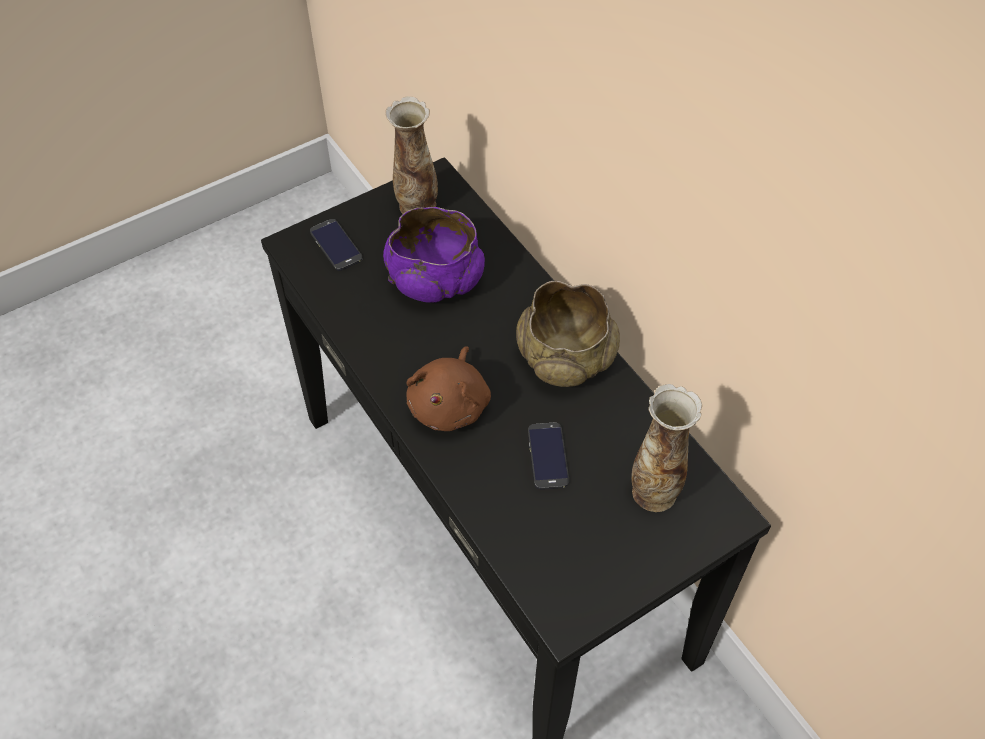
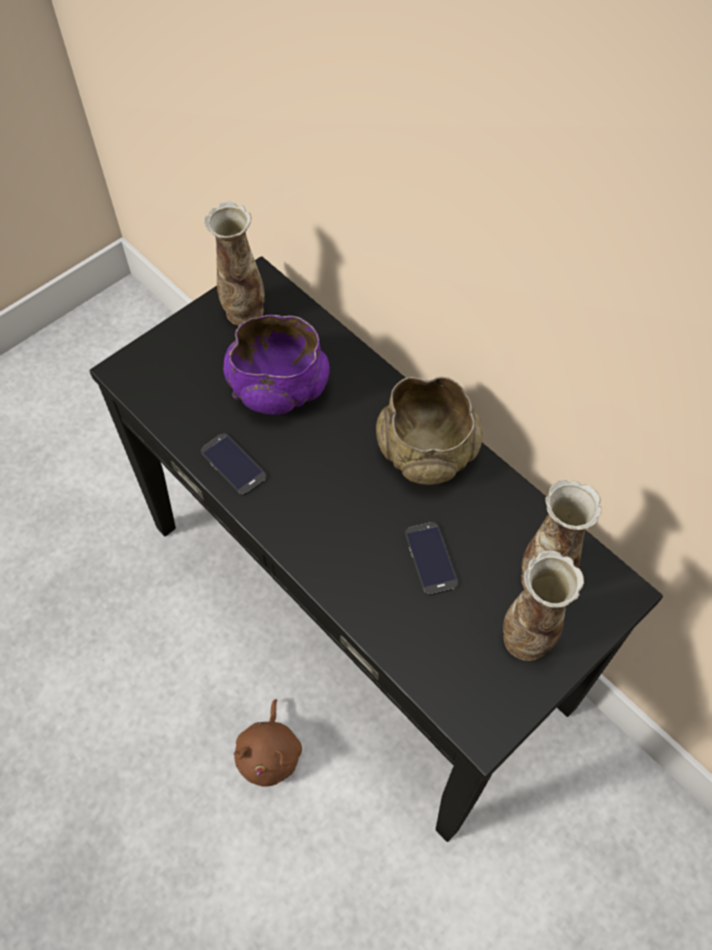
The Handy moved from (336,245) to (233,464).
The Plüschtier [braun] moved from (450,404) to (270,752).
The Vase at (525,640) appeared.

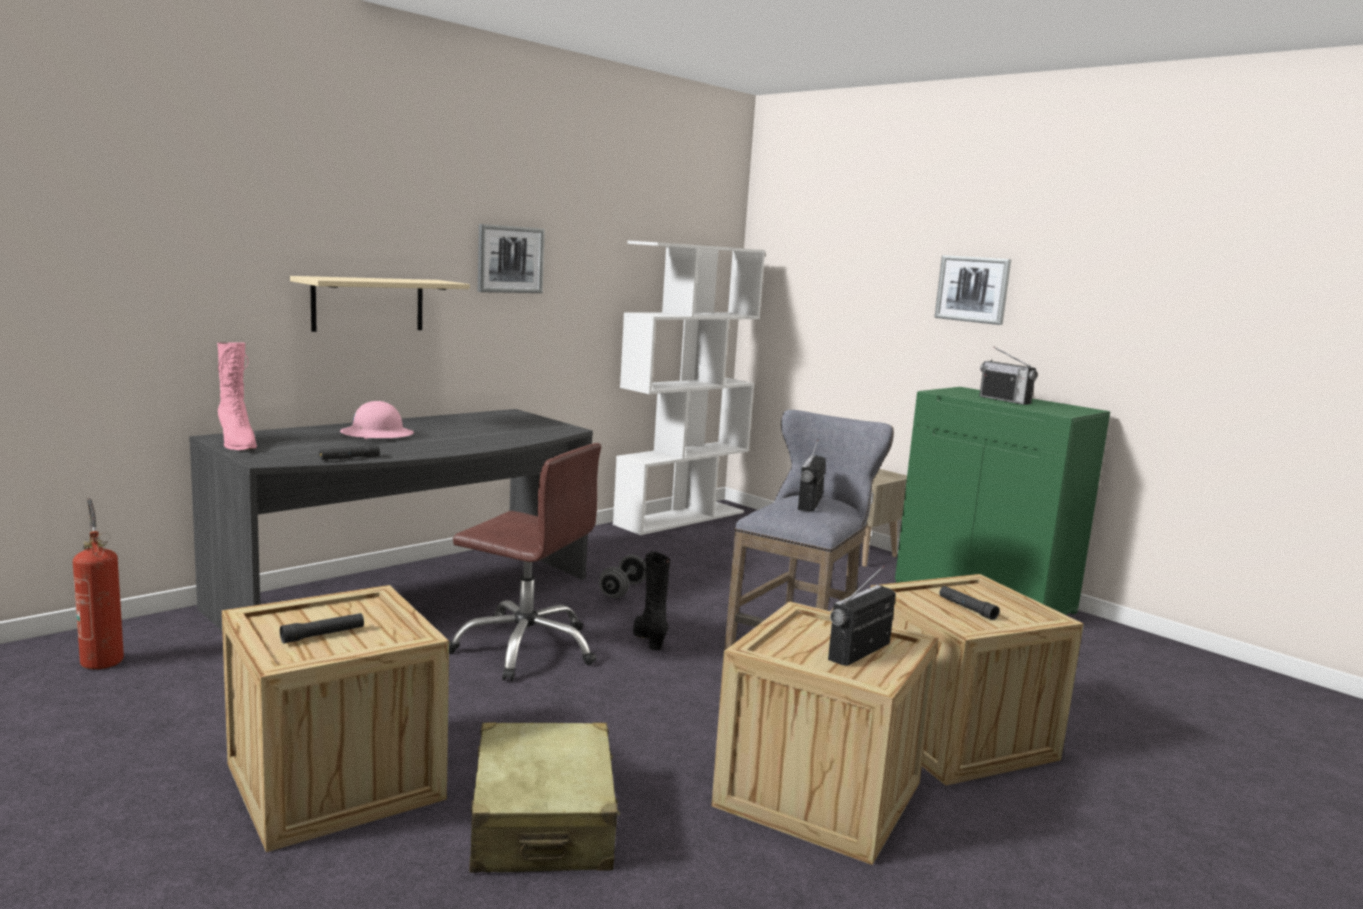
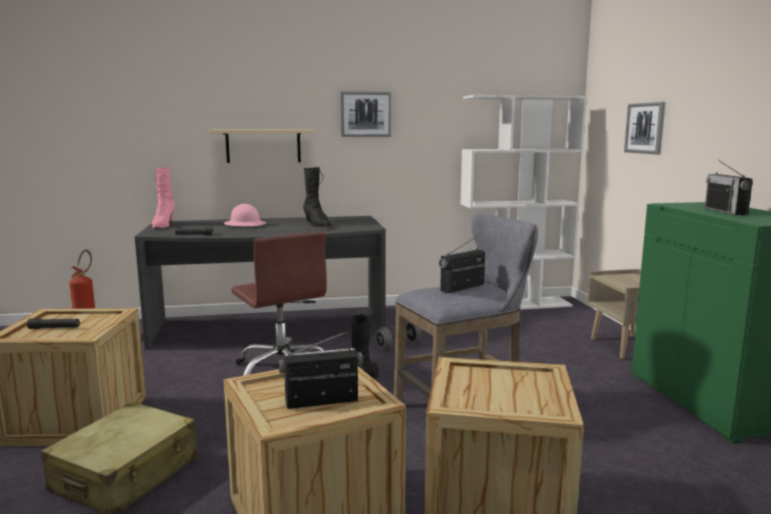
The Bild moved from (973,289) to (645,128).
The Taschenlampe [schwarz] at (967,608) disappeared.
The Stiefel [schwarz] at (317,225) appeared.

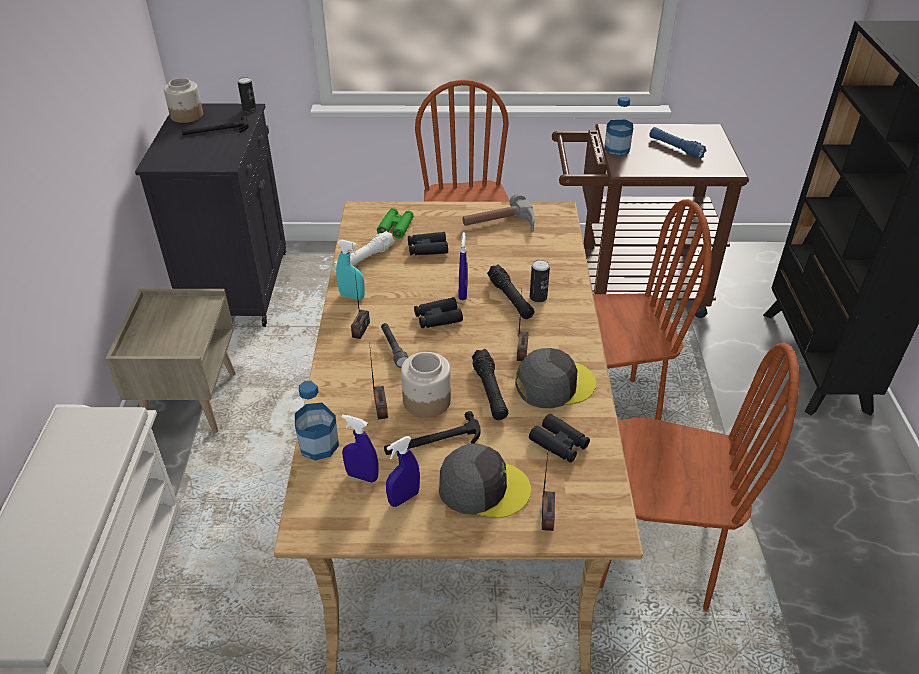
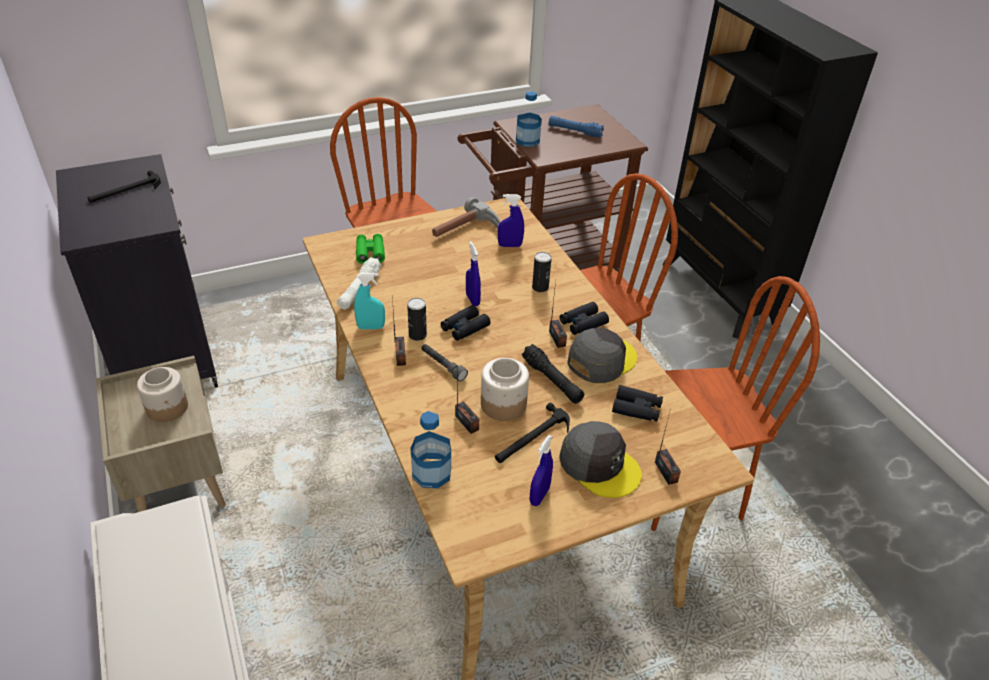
The Vorratsglas moved from (187,116) to (167,408).
The Dose moved from (249,109) to (417,335).
The Sprühflasche [blau] moved from (362,476) to (510,245).
The Fernglas [schwarz] moved from (427,248) to (583,323).
The Kappe [grau] at (483,487) turned 60 degrees clockwise.
The Taschenlampe [schwarz] at (510,298) disappeared.

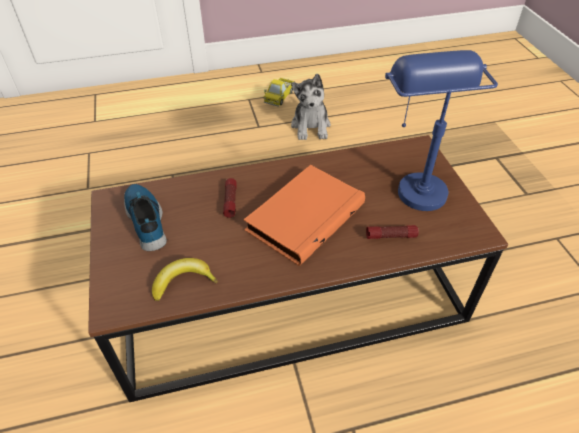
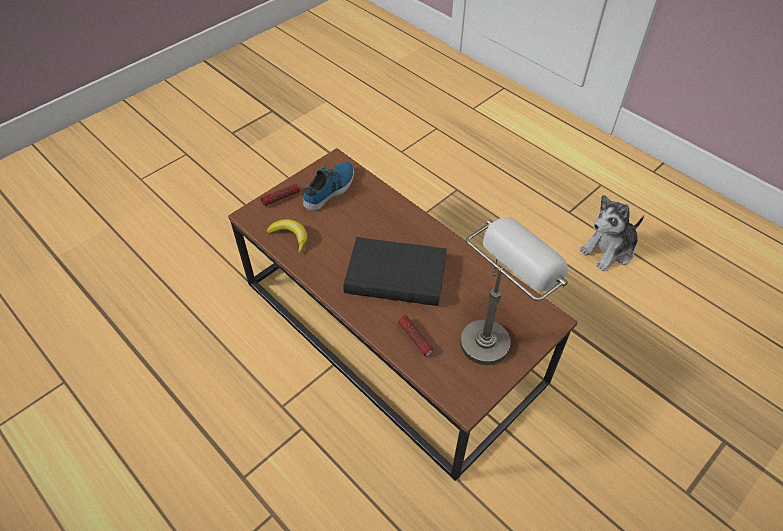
The Taschenlampe moved from (230,201) to (281,198).
The Buch [orange] at (303,216) became the Buch [schwarz] at (397,273).
The Spielzeuglaster at (279,97) disappeared.
The Tischlampe [blau] at (414,182) became the Tischlampe [grau] at (495,333).

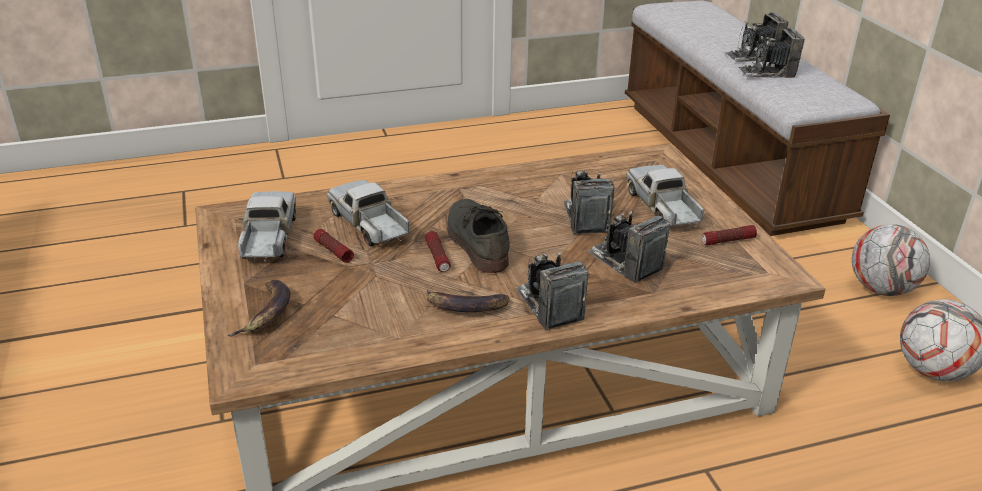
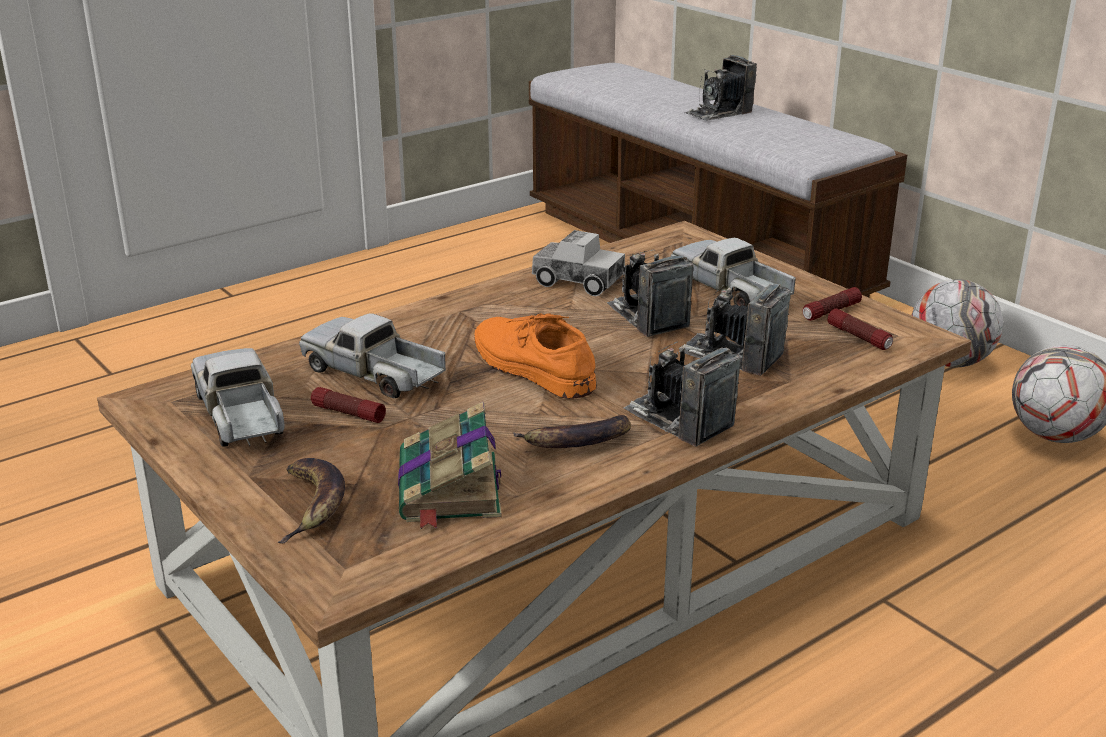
The Taschenlampe moved from (438,257) to (859,337).
The Schuh [grau] at (476,240) became the Schuh [orange] at (530,366).
The Kamera at (767,72) disappeared.
The Buch at (449,489) appeared.
The Spielzeuglaster at (578,282) appeared.

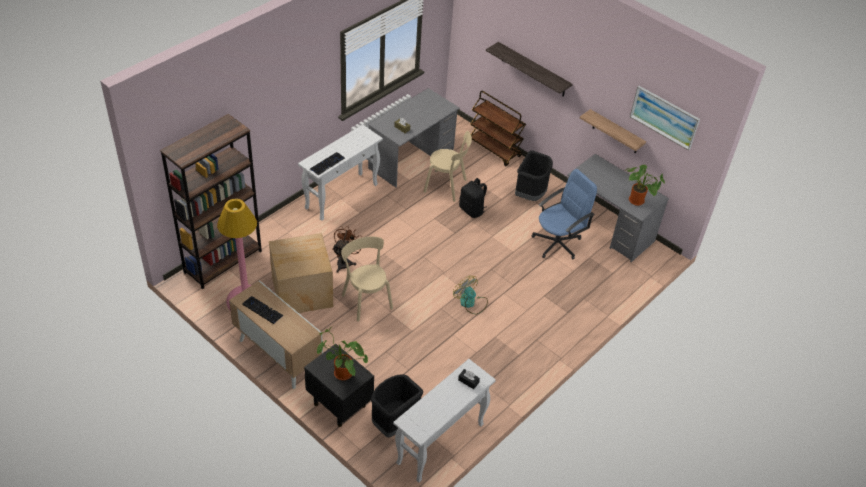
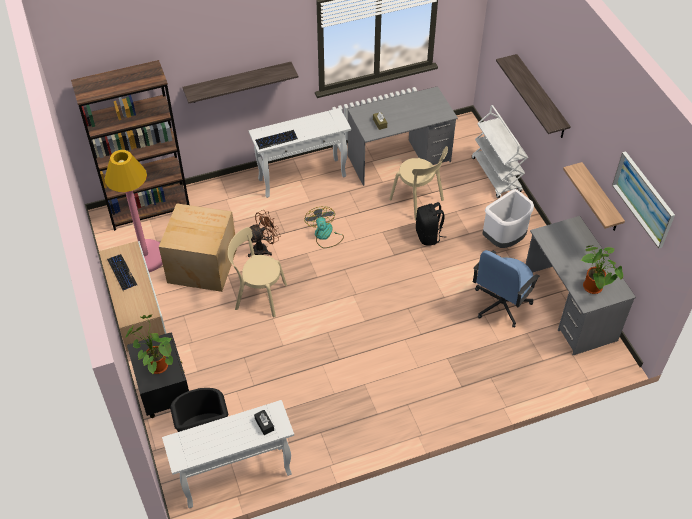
The Stuhl [beige] at (366,300) turned 75 degrees counterclockwise.
The Ventilator moved from (470,303) to (325,235).
The Rollwagen [braun] at (494,149) became the Rollwagen [weiß] at (496,175).
The Mülleimer [schwarz] at (530,195) became the Mülleimer [weiß] at (504,239).
The Bürostuhl [blau] at (557,243) turned 135 degrees clockwise.
The Wandregal at (238,82) appeared.

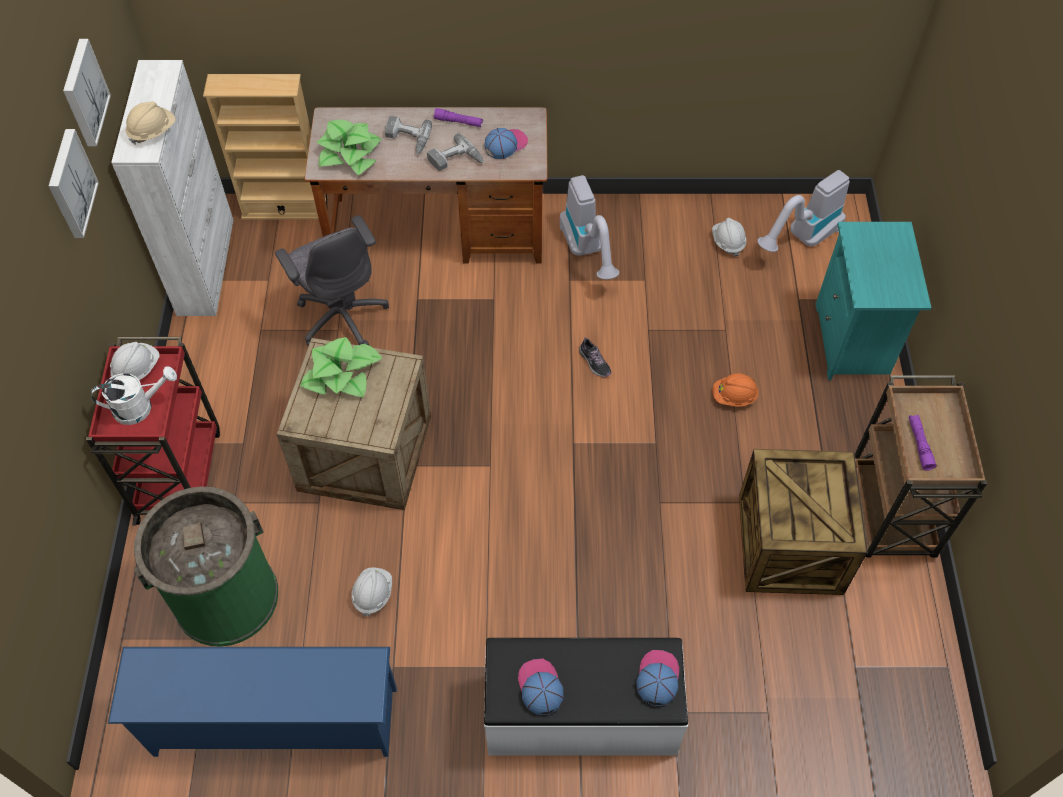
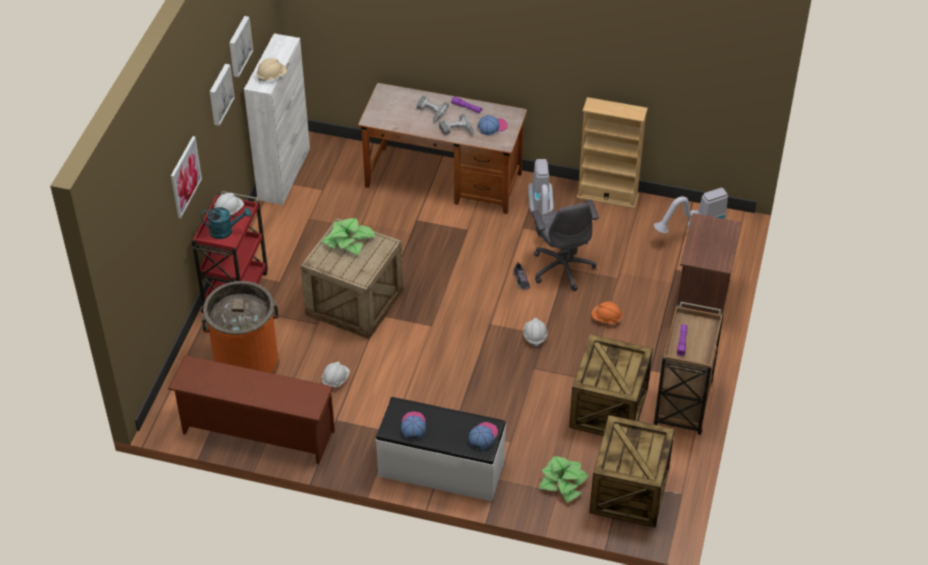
The Gießkanne [weiß] at (140,407) became the Gießkanne [türkis] at (225,231).
The Schuhregal [blau] at (273,724) became the Schuhregal [braun] at (256,433).
The Mülleimer [grün] at (226,596) became the Mülleimer [orange] at (246,362).
The Bücherregal [beige] moved from (284,209) to (607,196).
The Bürostuhl [grau] moved from (342,316) to (562,267).
The Topfpflanze moved from (349,153) to (563,482).
The Schutzhelm [weiß] moved from (727,242) to (535,336).
The Nachttisch [türkis] at (853,342) became the Nachttisch [braun] at (702,302).
The Bild at (185,177) appeared.
The Kiste at (630,491) appeared.

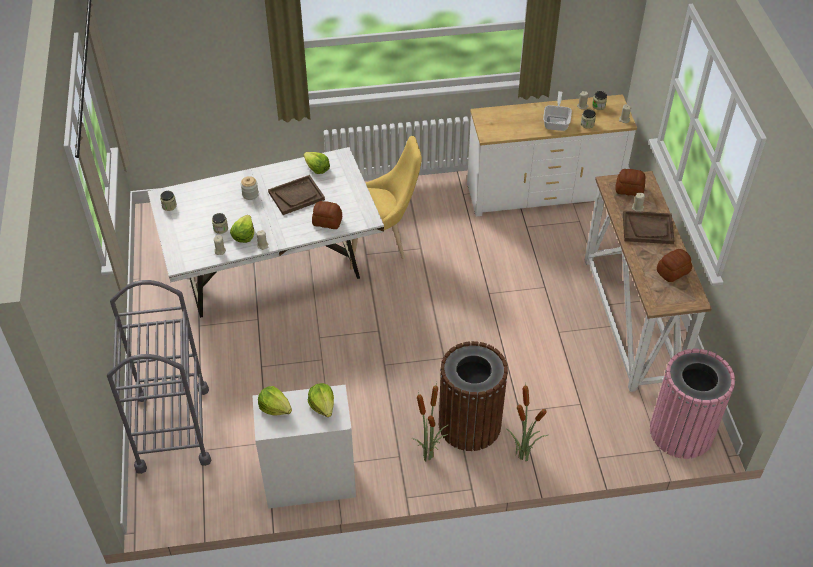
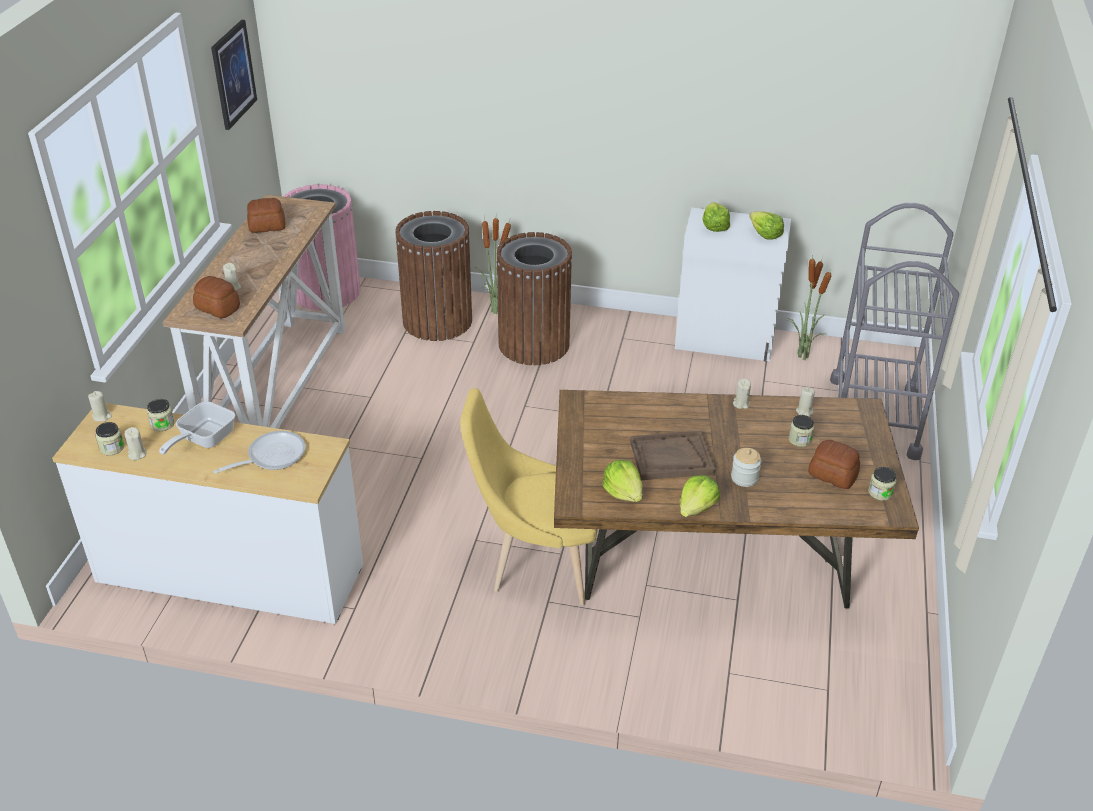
The Esstisch [weiß] at (274,272) became the Esstisch [braun] at (710,564).
The Salatkopf moved from (243,235) to (697,508).
The Brot moved from (327,222) to (832,474).
The Topfpflanze moved from (429,455) to (801,355).
The Tablett [braun] at (647,228) disappeared.
The Bild at (233,74) appeared.
The Pfanne at (271,456) appeared.
The Mülleimer [braun] at (437,321) appeared.

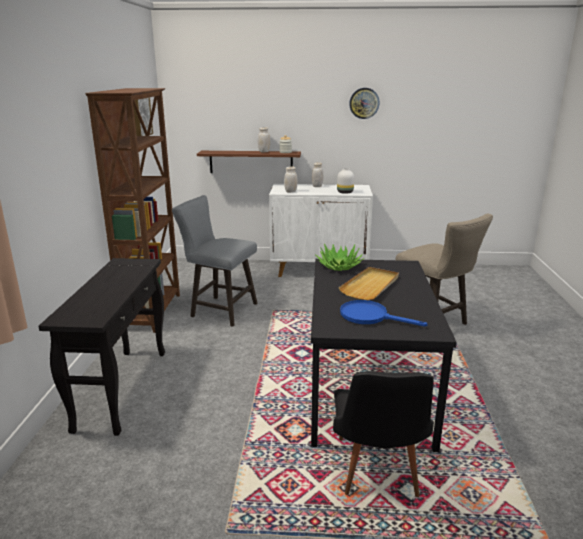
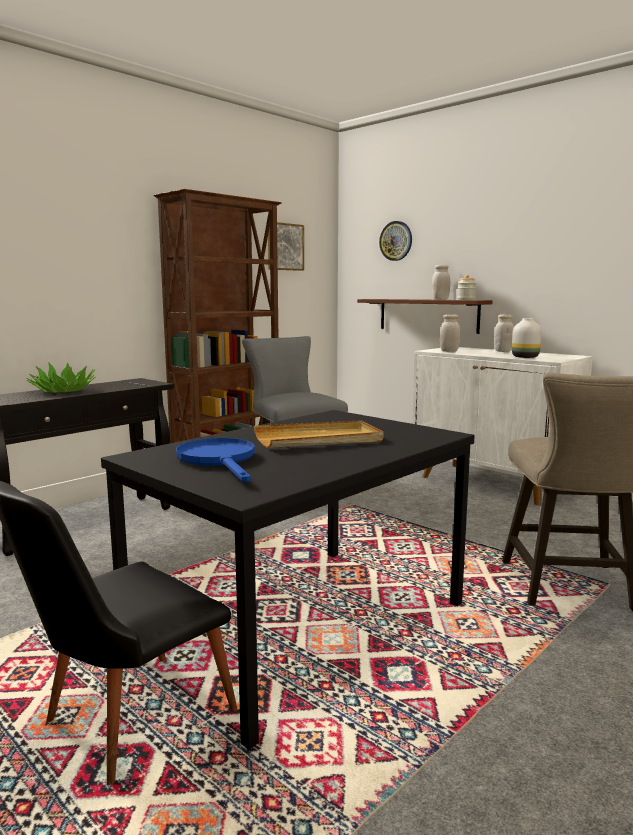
The Topfpflanze moved from (339,266) to (63,391).
The Wanduhr moved from (364,103) to (396,241).

